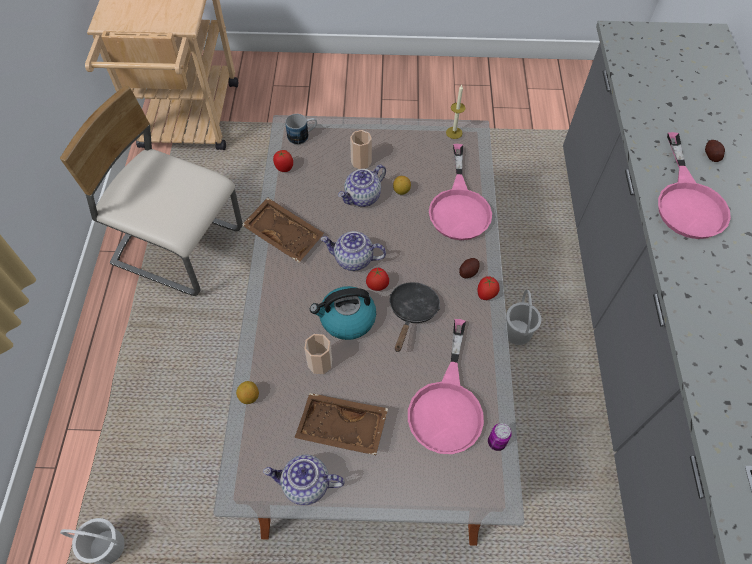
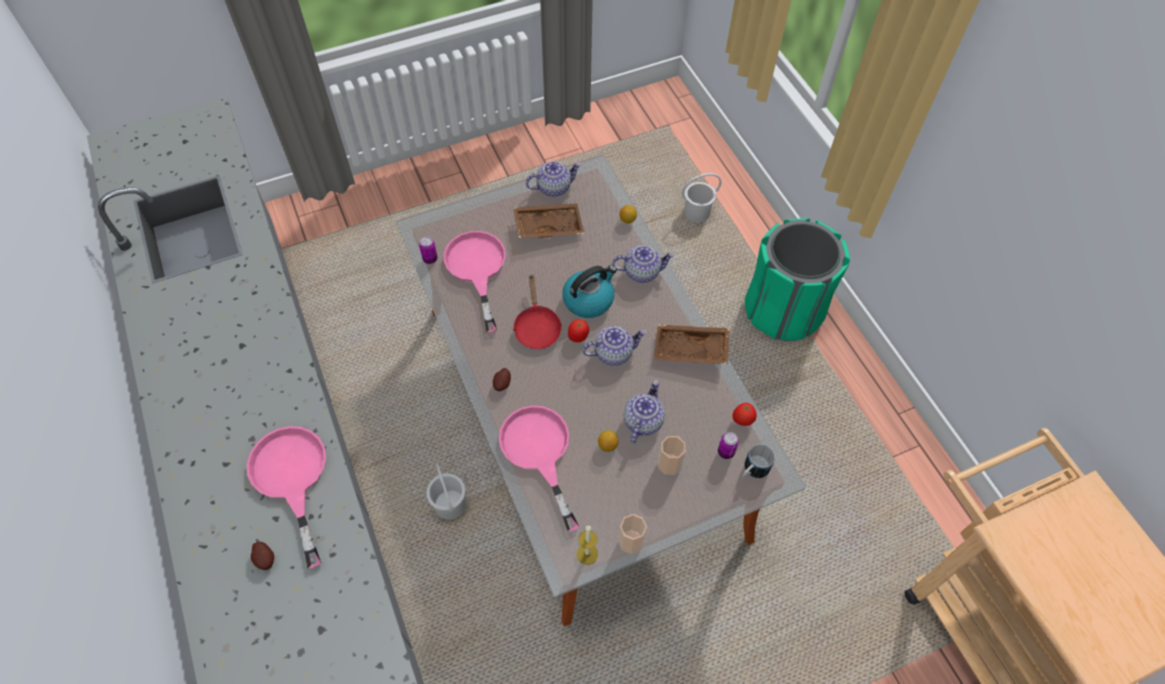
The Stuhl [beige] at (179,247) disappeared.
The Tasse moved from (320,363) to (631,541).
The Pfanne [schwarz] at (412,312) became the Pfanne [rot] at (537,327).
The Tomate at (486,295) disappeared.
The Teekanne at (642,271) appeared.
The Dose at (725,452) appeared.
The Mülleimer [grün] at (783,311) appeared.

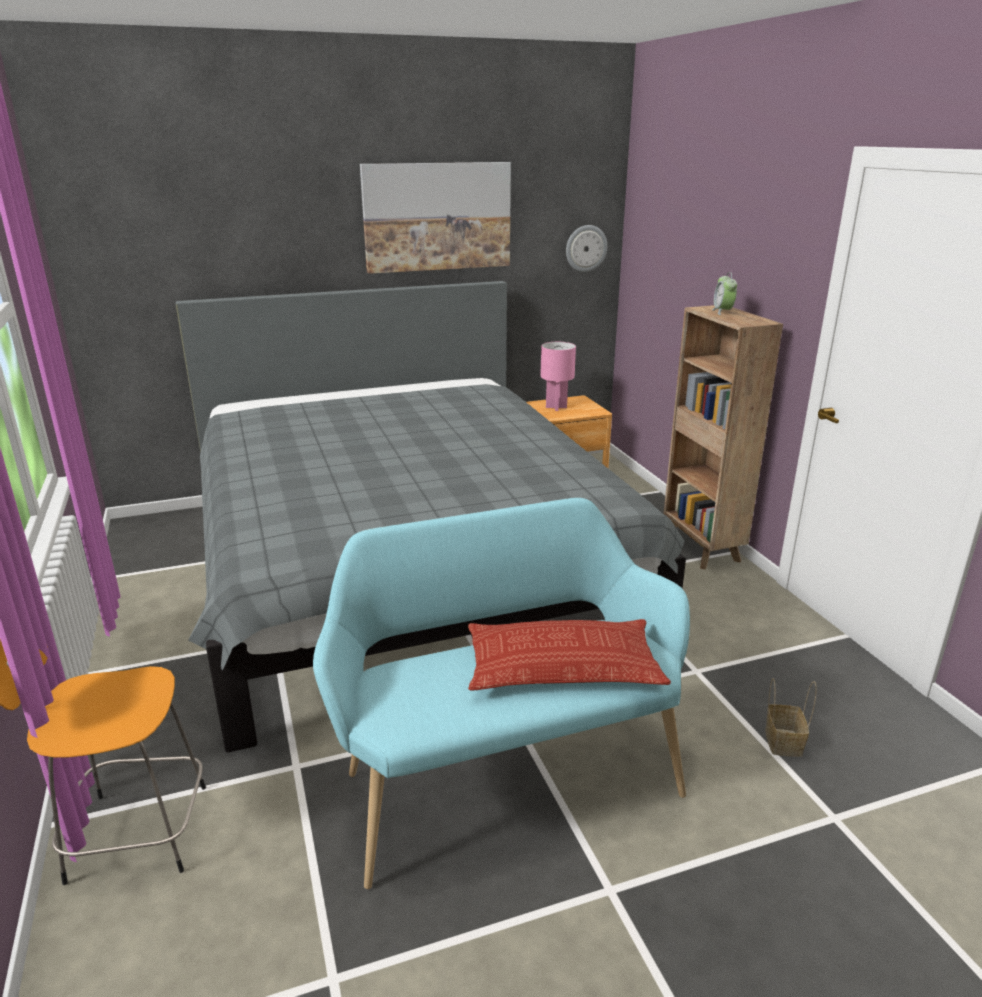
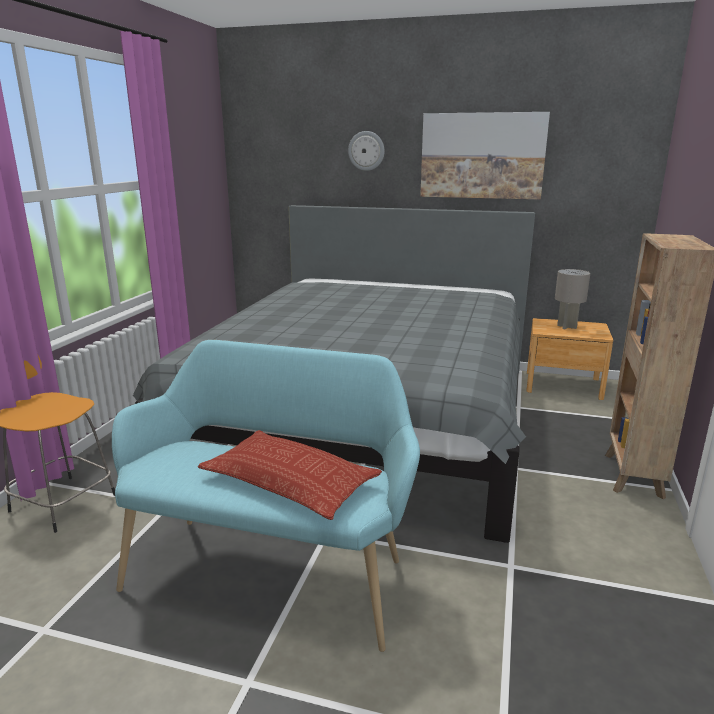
The Tischlampe [rosa] at (556,407) became the Tischlampe [grau] at (566,327).
The Wanduhr moved from (585,248) to (366,151).
The Wecker at (722,312) disappeared.
The Korb at (782,741) disappeared.

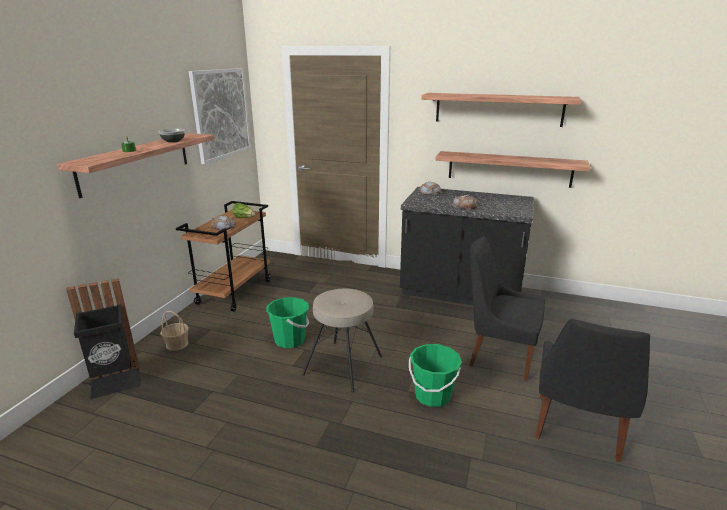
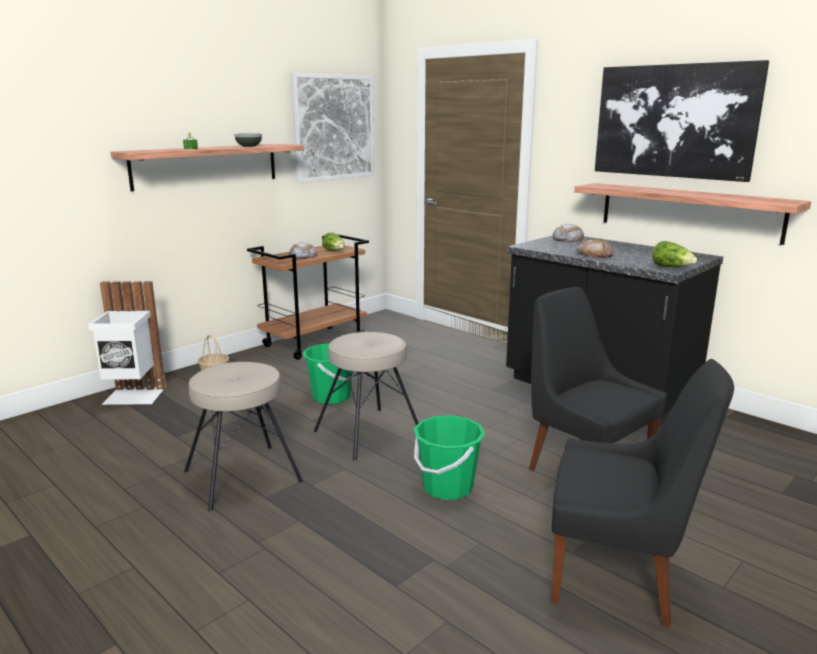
The Mülleimer [schwarz] at (116,382) became the Mülleimer [weiß] at (134,396).
The Wandregal at (498,109) was replaced by the Bild at (674,121).
The Stuhl [schwarz] at (576,429) turned 120 degrees counterclockwise.
The Hocker [beige] at (243,476) appeared.
The Salatkopf at (672,268) appeared.

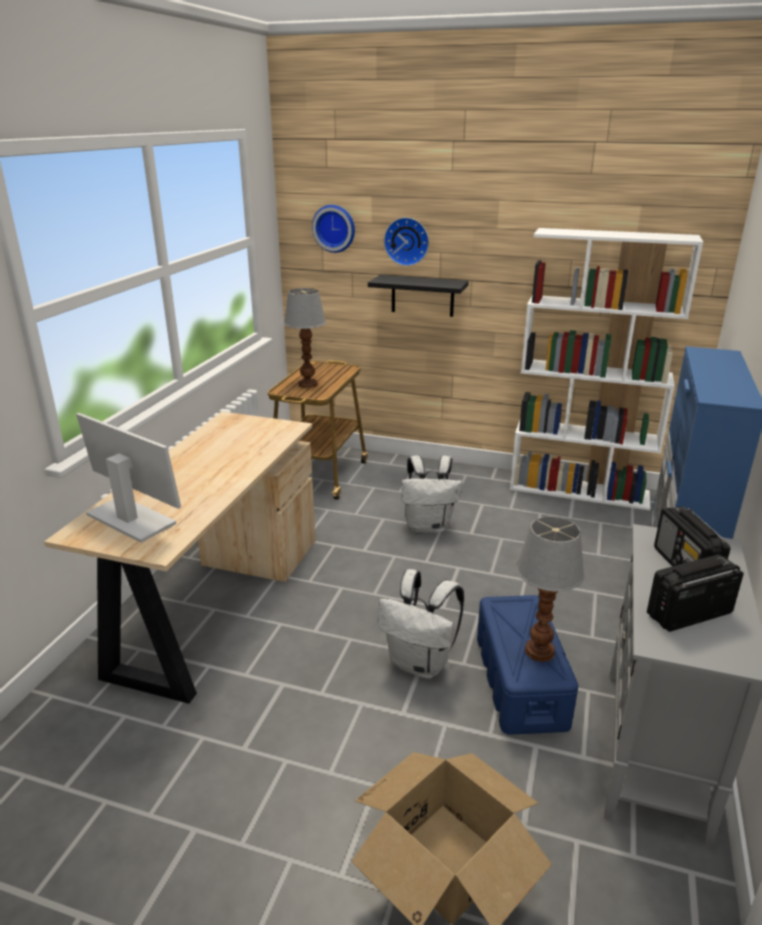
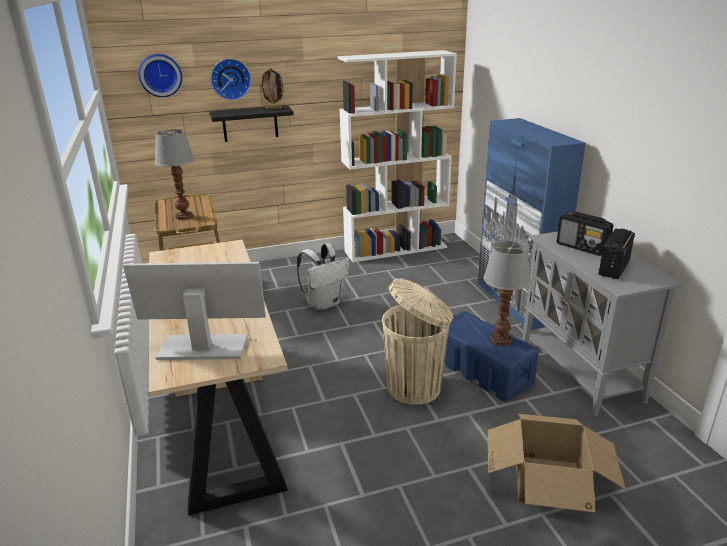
The Rucksack [weiß] at (420,663) was replaced by the Mülleimer [beige] at (416,387).
The Bilderrahmen at (274,108) appeared.

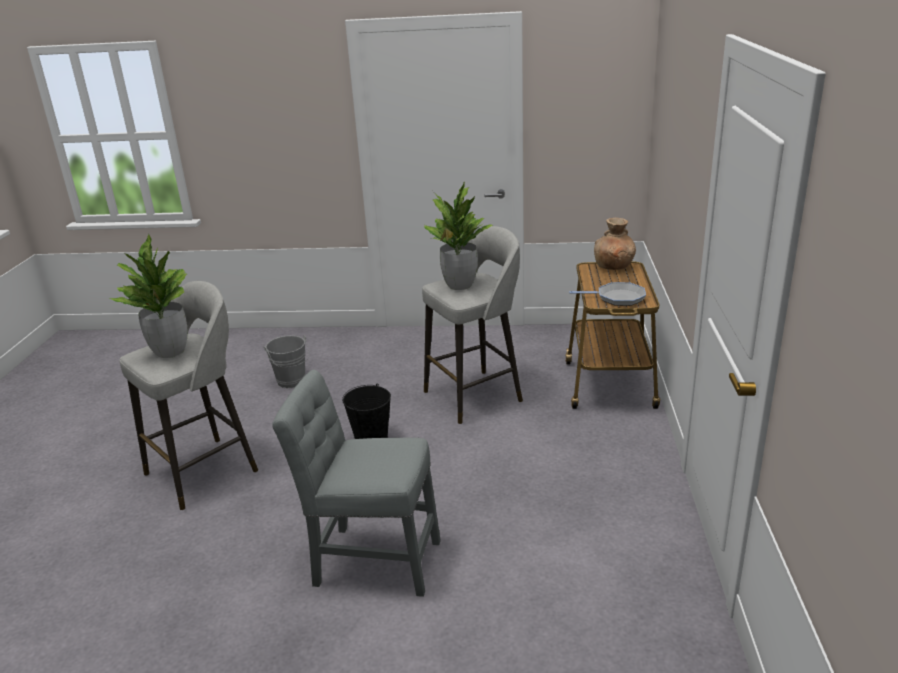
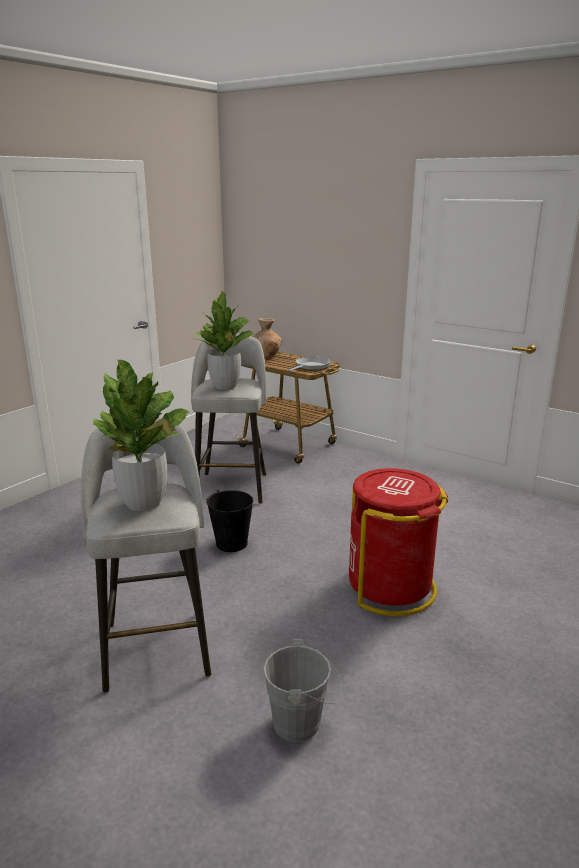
The Eimer [grau] moved from (292,382) to (302,723).
The Stuhl [grau] at (371,560) was replaced by the Mülleimer [rot] at (391,587).

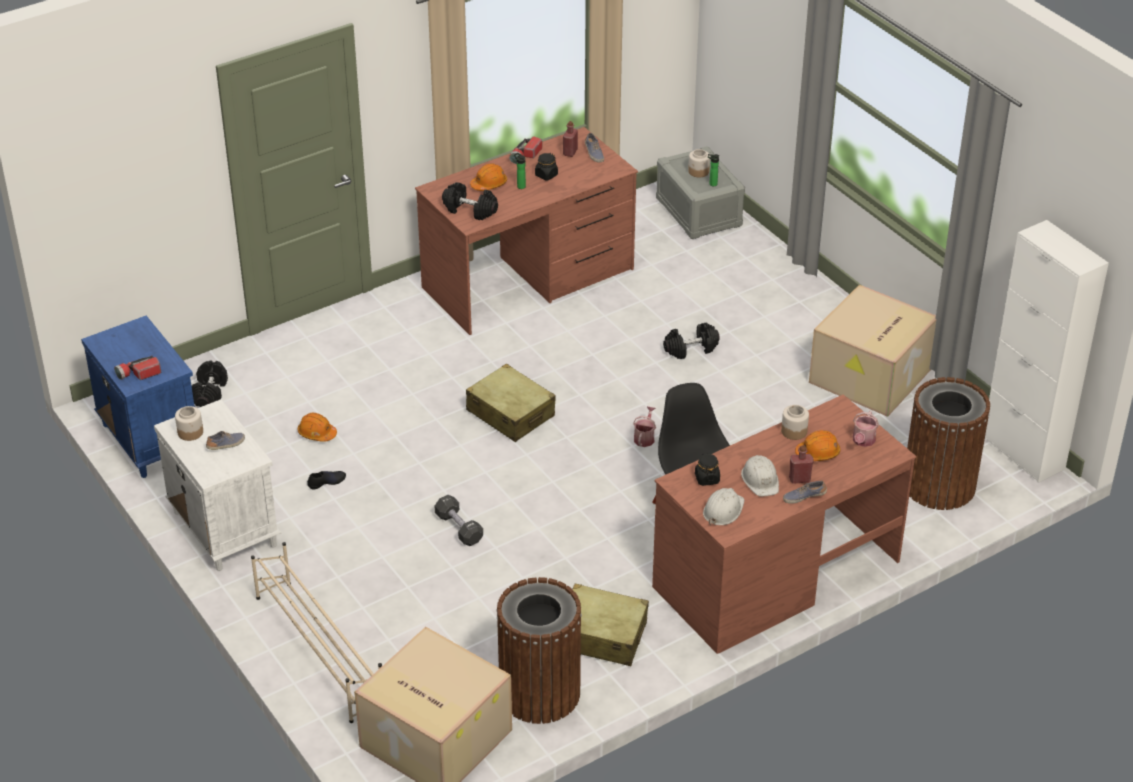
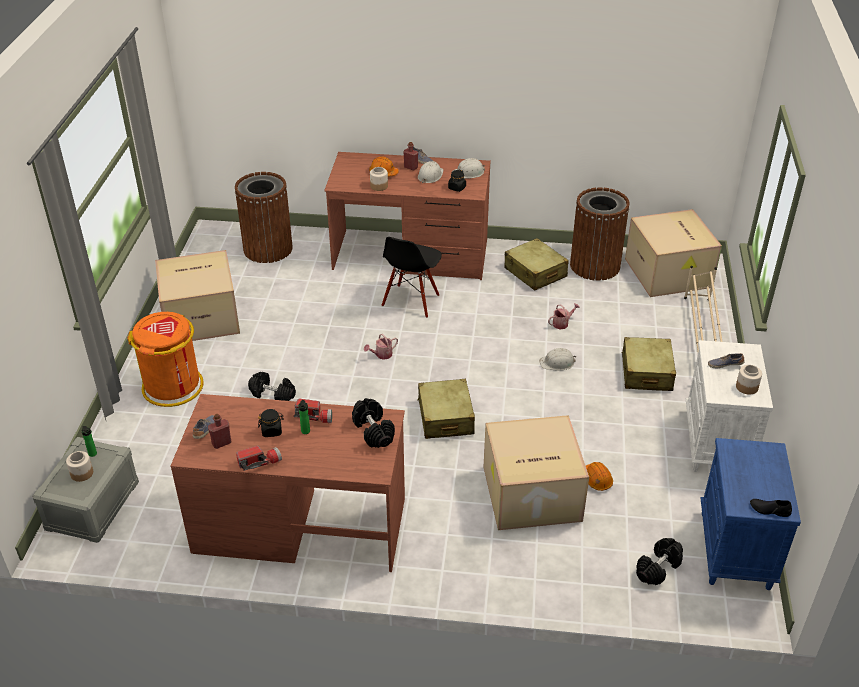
The Taschenlampe moved from (138,374) to (314,417).
The Schuh [schwarz] moved from (326,482) to (769,510).
The Hantel [schwarz] at (459,528) was replaced by the Schutzhelm [weiß] at (557,363).
The Schutzhelm [orange] at (489,184) disappeared.
The Gießkanne moved from (863,441) to (562,323).
The Schrank [weiß] at (1023,453) disappeared.
The Mülleimer [orange] at (173,386) appeared.
The Karton at (530,494) appeared.
The Koffer [beige] at (646,373) appeared.

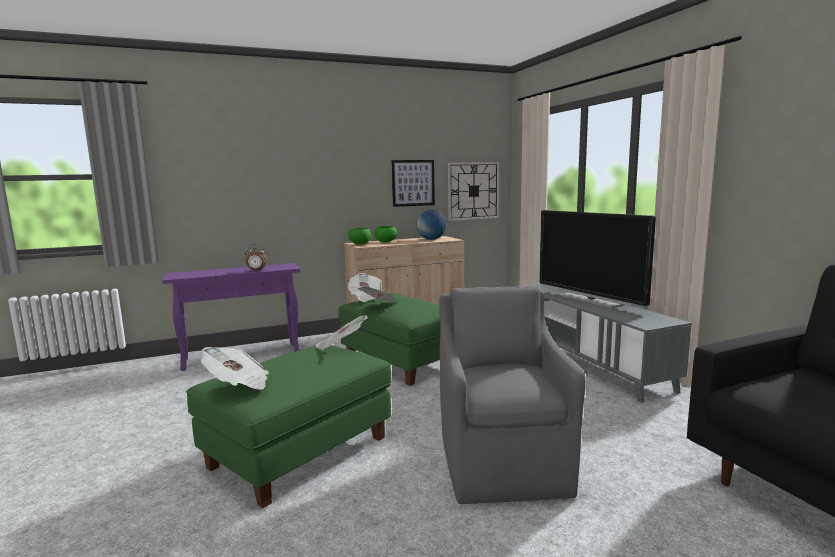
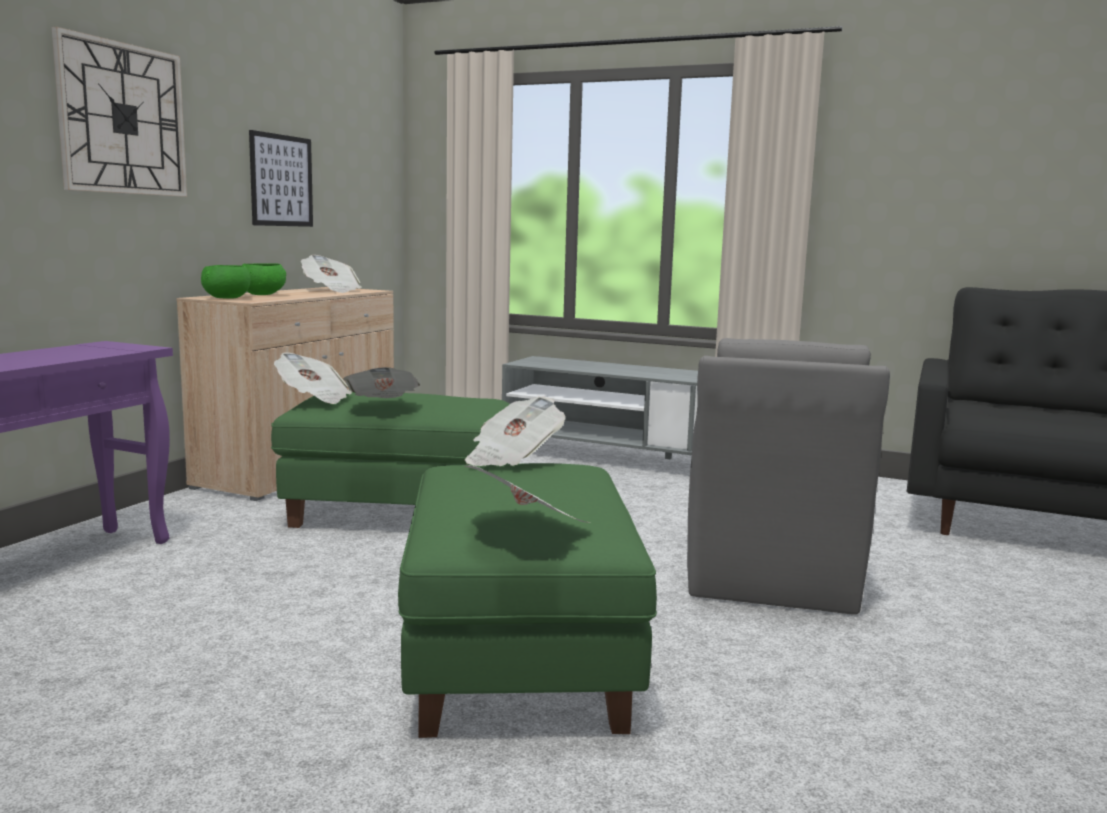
The Wecker at (256,271) disappeared.
The Globus at (431,239) was replaced by the Zeitung at (331,290).
The Sessel [grau] at (503,463) turned 120 degrees counterclockwise.
The Wanduhr moved from (473,191) to (122,119).
The Fernseher at (590,300) disappeared.

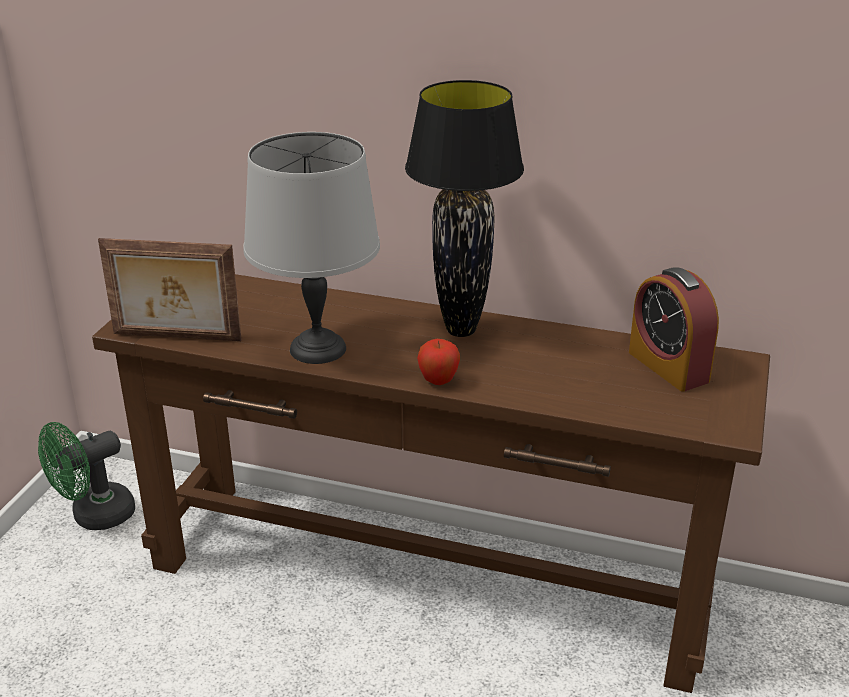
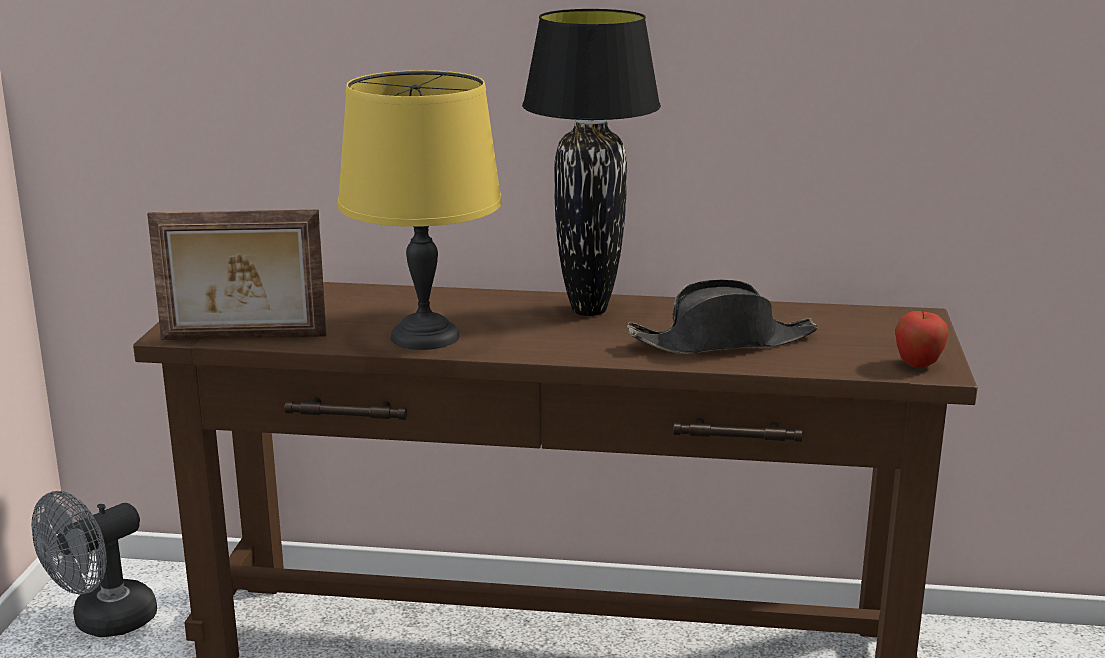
The Ventilator [grün] at (94,516) became the Ventilator [grau] at (103,623).
The Tischlampe [grau] at (319,349) became the Tischlampe [gelb] at (426,337).
The Apfel moved from (438,382) to (918,365).
The Wecker at (668,366) disappeared.
The Hut [schwarz] at (723,342) appeared.

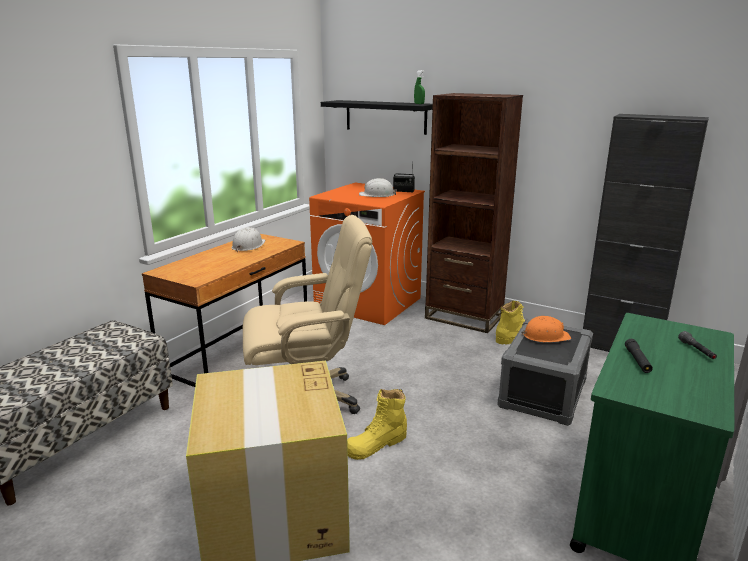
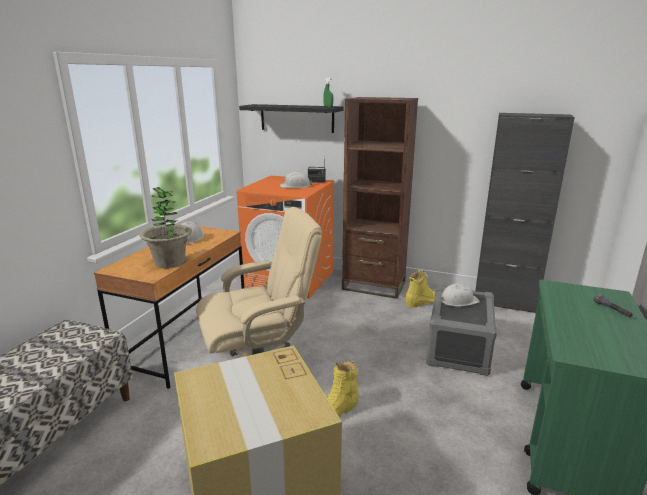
The Schutzhelm [orange] at (545,336) became the Schutzhelm [weiß] at (458,300).
The Taschenlampe [schwarz] at (637,360) disappeared.
The Topfpflanze at (170,262) appeared.

